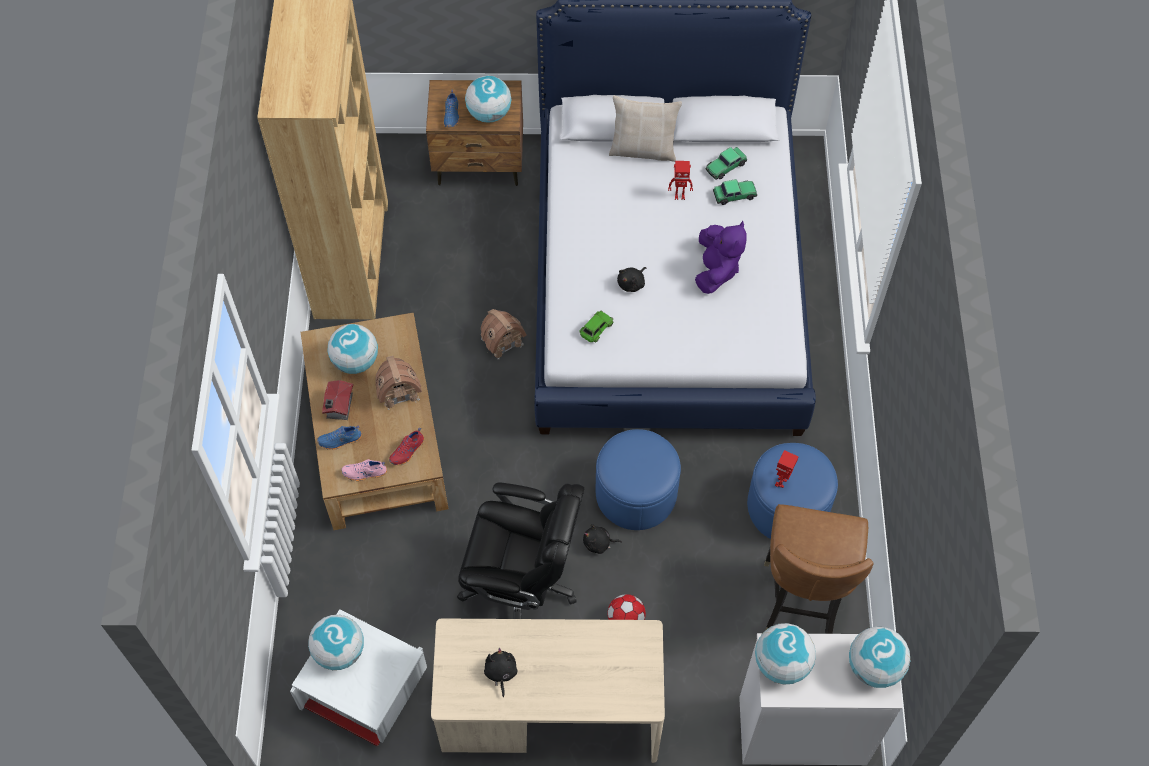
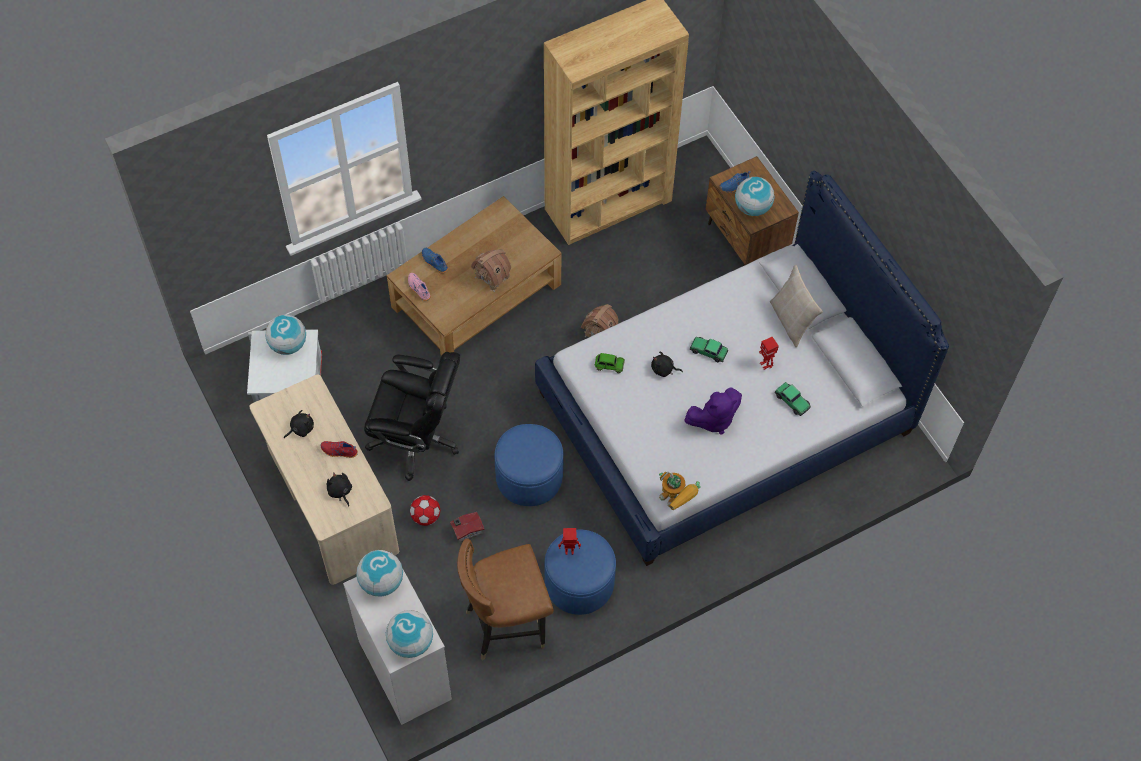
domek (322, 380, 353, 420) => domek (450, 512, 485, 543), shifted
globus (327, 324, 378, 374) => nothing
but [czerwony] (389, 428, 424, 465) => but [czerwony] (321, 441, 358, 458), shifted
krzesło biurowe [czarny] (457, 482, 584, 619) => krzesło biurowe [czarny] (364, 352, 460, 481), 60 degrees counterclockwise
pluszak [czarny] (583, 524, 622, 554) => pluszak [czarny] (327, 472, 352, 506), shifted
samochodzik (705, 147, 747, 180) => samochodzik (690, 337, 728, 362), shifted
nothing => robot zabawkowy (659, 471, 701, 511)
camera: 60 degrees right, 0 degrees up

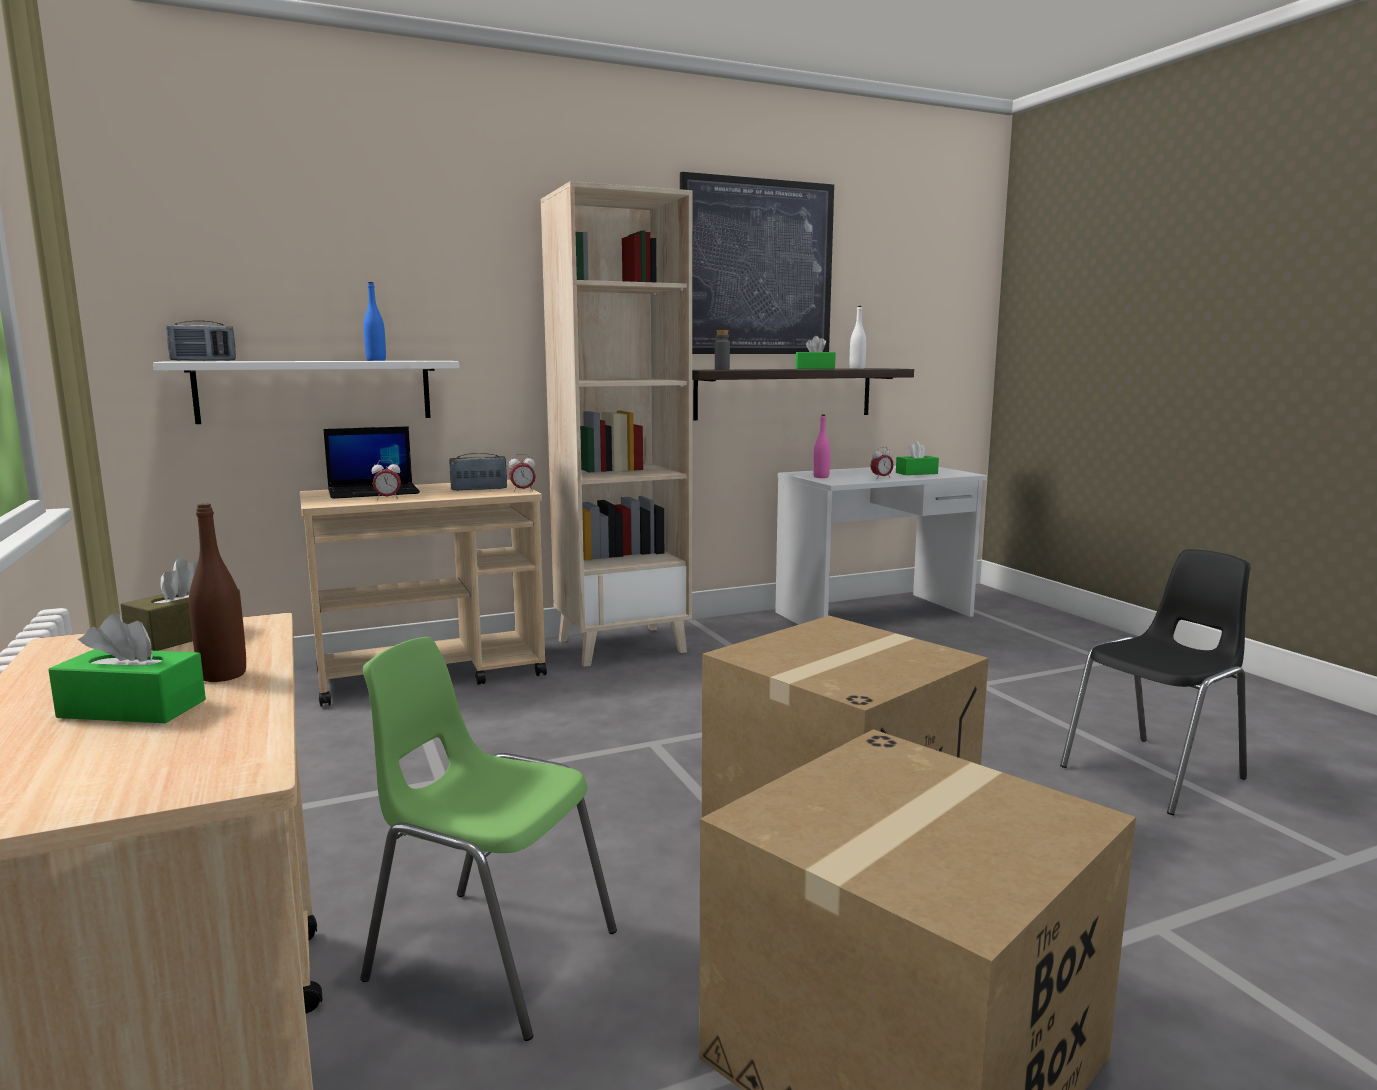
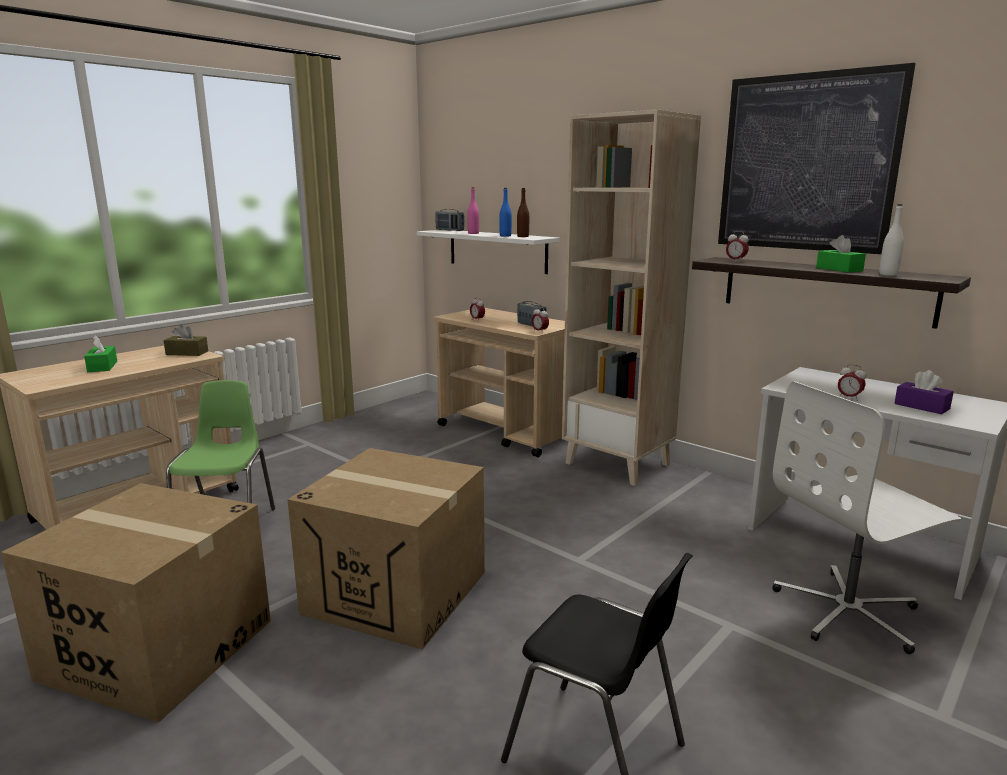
butelka [brązowy] (189, 503, 246, 682) => butelka [brązowy] (517, 188, 529, 237), shifted
laptop (324, 426, 420, 499) => nothing
butelka [szary] (715, 330, 730, 370) => budzik (726, 231, 749, 262)
butelka [różowy] (813, 415, 830, 478) => butelka [różowy] (467, 187, 479, 234), shifted
pudełko chusteczek [zielony] (896, 442, 939, 475) => pudełko chusteczek [fioletowy] (894, 370, 954, 414)
nothing => krzesło biurowe [biały] (772, 381, 961, 654)
camera: 65 degrees right, 5 degrees up

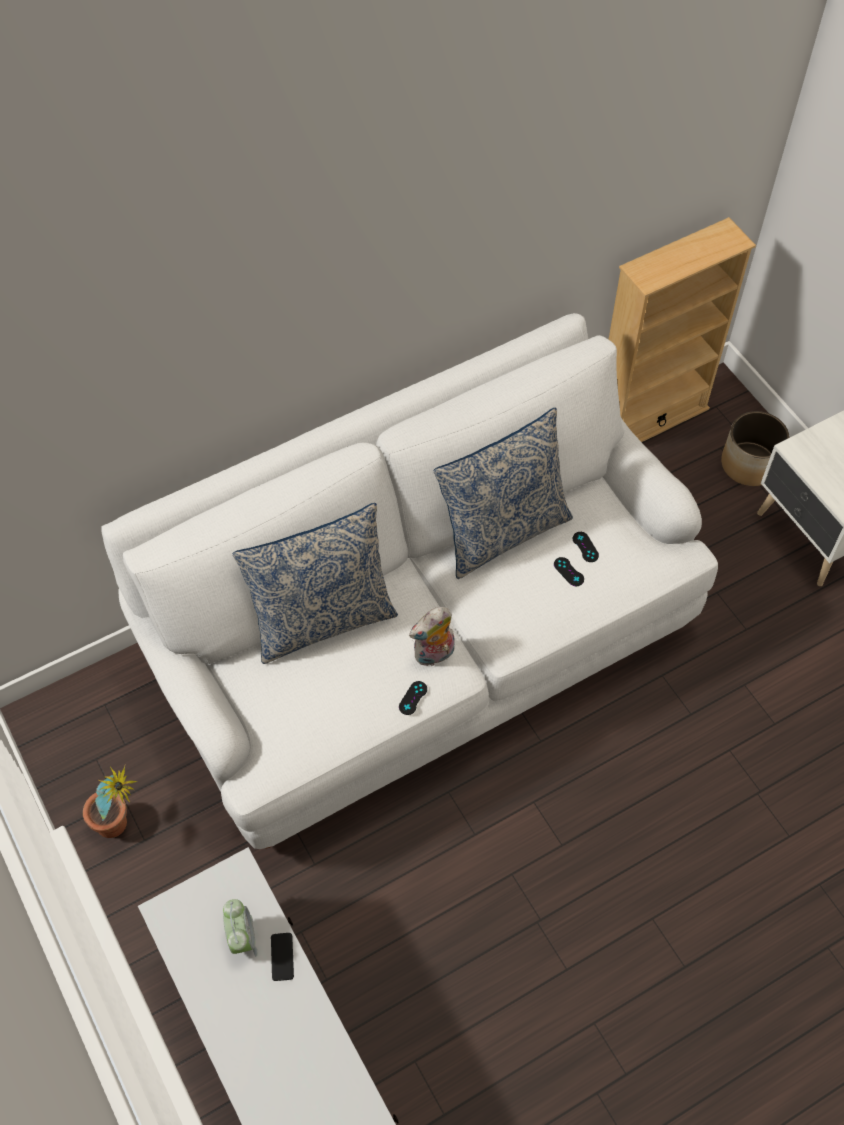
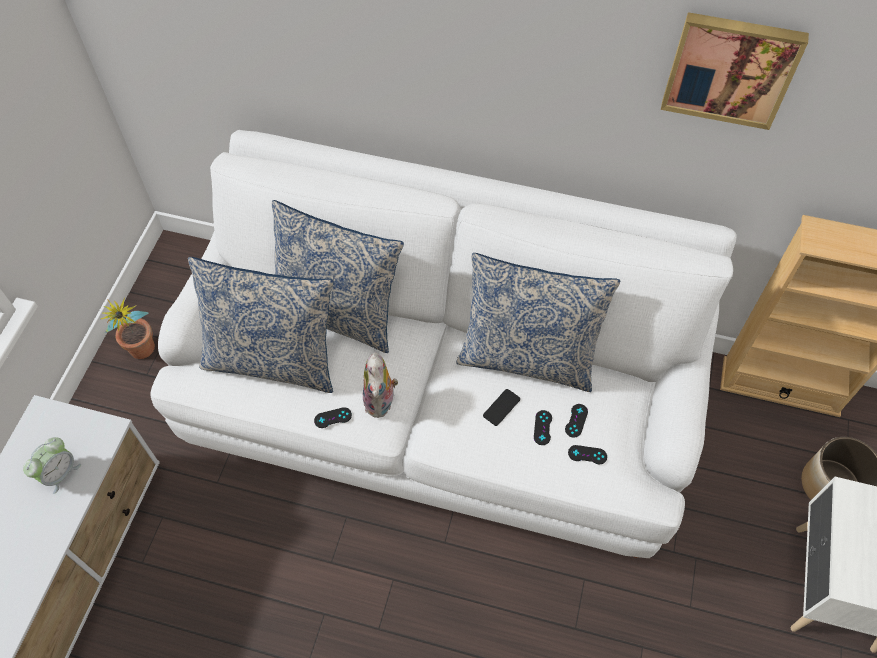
telefon (271, 933, 294, 981) => telefon (483, 389, 520, 426), shifted
pluszak (409, 607, 455, 666) => pluszak (363, 352, 398, 418), 105 degrees counterclockwise
nothing => poduszka (188, 257, 334, 393)
nothing => pad do gier [czarny] (568, 445, 607, 464)
nothing => obraz (661, 12, 809, 130)
camera: 45 degrees right, 0 degrees up

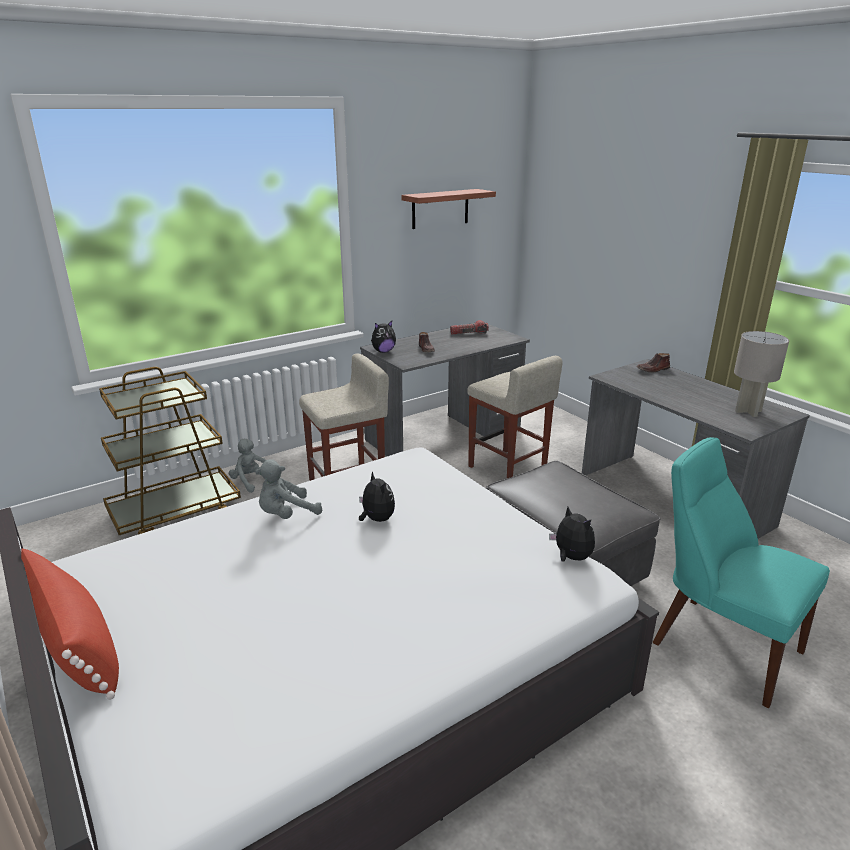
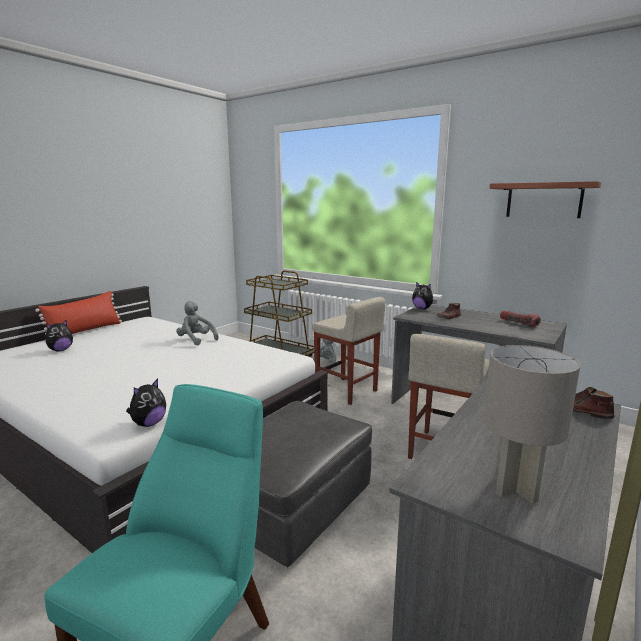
pluszak (359, 471, 395, 522) => pluszak (45, 320, 73, 351), shifted
camera: 70 degrees right, 10 degrees down

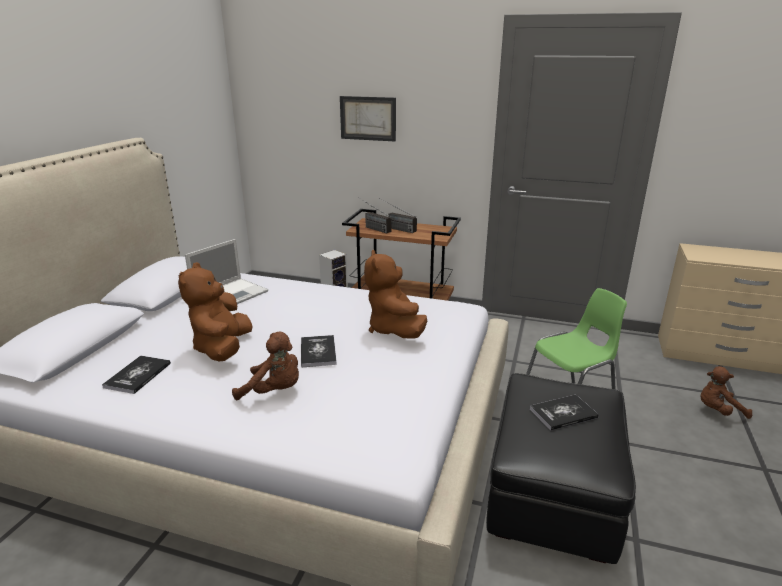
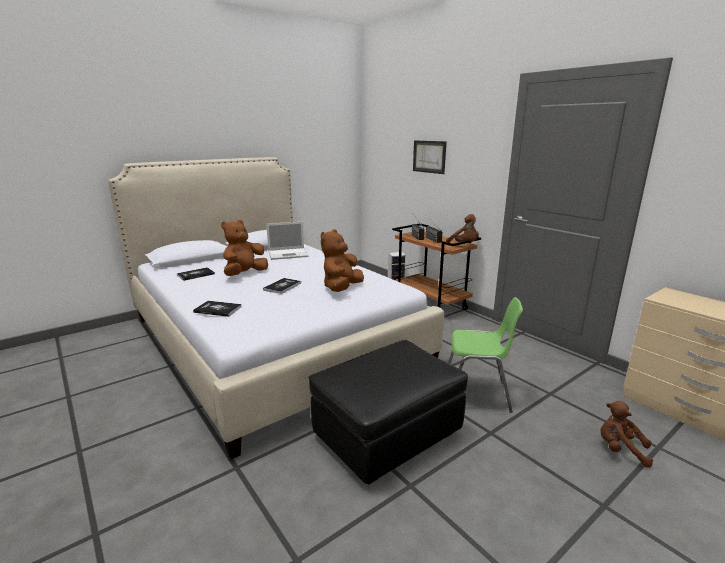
pluszak [brązowy] (232, 332, 299, 400) => pluszak [brązowy] (446, 214, 479, 243), shifted
książka (530, 394, 599, 430) => książka (193, 301, 242, 317), shifted
camera: 35 degrees right, 5 degrees down

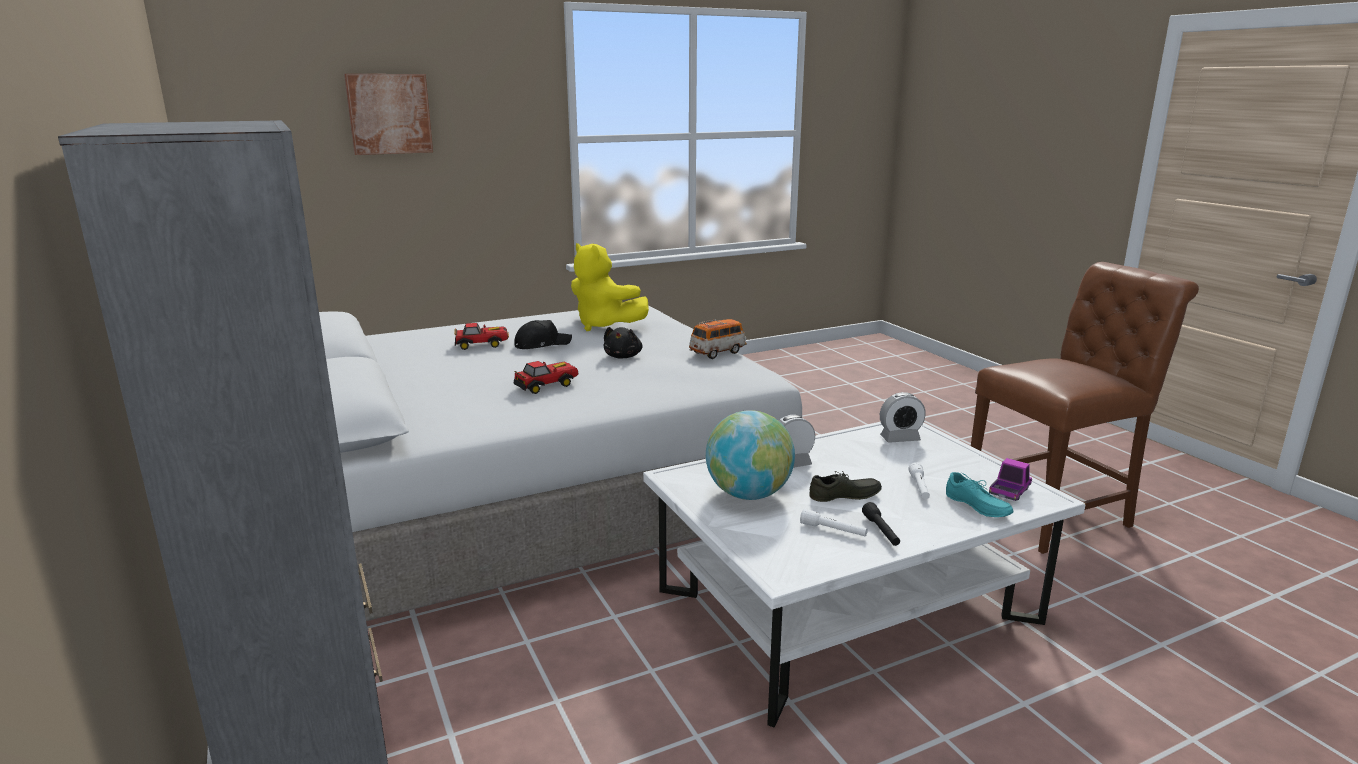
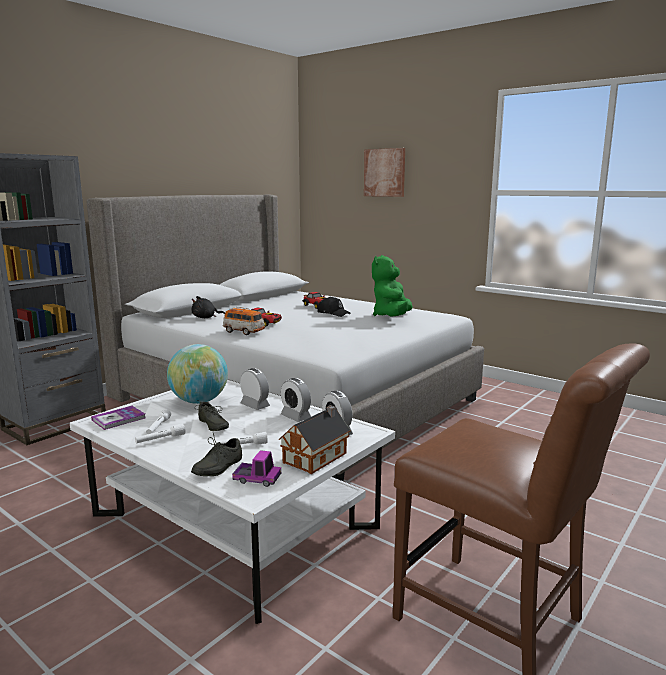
pluszak [żółty] (571, 243, 649, 331) => pluszak [zielony] (372, 255, 413, 317)
pluszak [czarny] (604, 327, 642, 358) => pluszak [czarny] (191, 296, 225, 318), shifted
samochodzik (689, 319, 746, 359) => samochodzik (223, 307, 265, 335), shifted
latarka [czarny] (862, 502, 900, 546) => latarka [biały] (135, 423, 185, 444)
but [turkusowy] (946, 472, 1014, 517) => but [szary] (191, 433, 242, 476)
nothing => książka (91, 406, 145, 430)
nothing => domek (279, 405, 351, 474)
nothing => budzik (281, 378, 311, 422)
camera: 65 degrees right, 5 degrees down

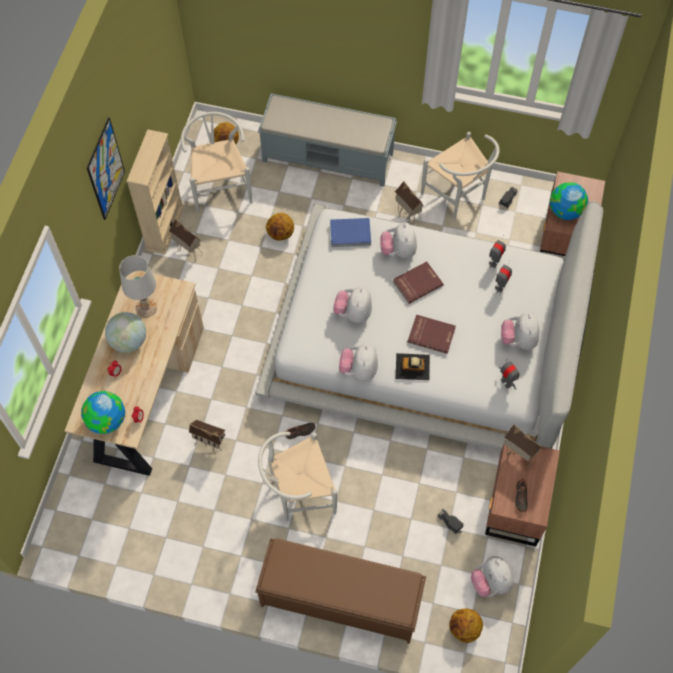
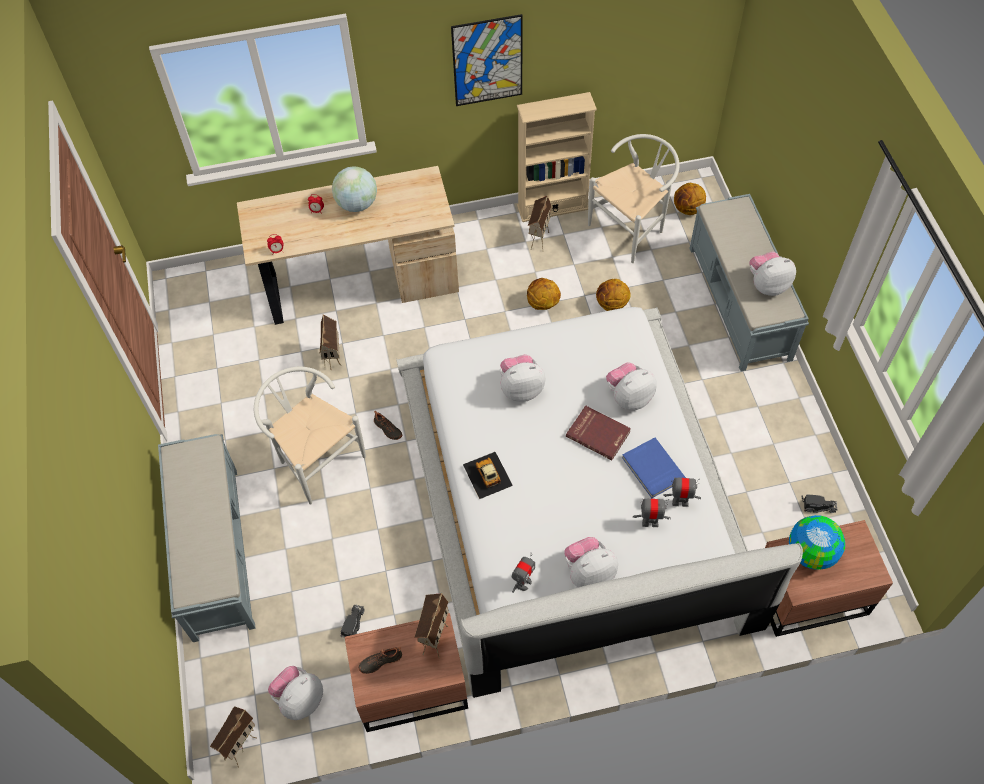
globus (81, 391, 125, 434) => nothing
lampa stołowa [biały] (119, 255, 157, 317) => nothing
ławka [brązowy] (255, 538, 426, 644) => ławka [szary] (158, 434, 256, 642)
książka [niebieski] (330, 218, 371, 247) => książka [niebieski] (622, 437, 686, 498), shifted
pluszak (339, 343, 378, 381) => pluszak (749, 252, 796, 296), shifted
domek (395, 181, 424, 225) => domek (210, 706, 257, 768), shifted
książka [czerwony] (408, 315, 456, 354) => nothing
krzesło [biały] (421, 132, 499, 219) => nothing
piłka do koszykówki (449, 609, 483, 643) => piłka do koszykówki (527, 278, 561, 310), shifted
camera: 65 degrees right, 5 degrees down

